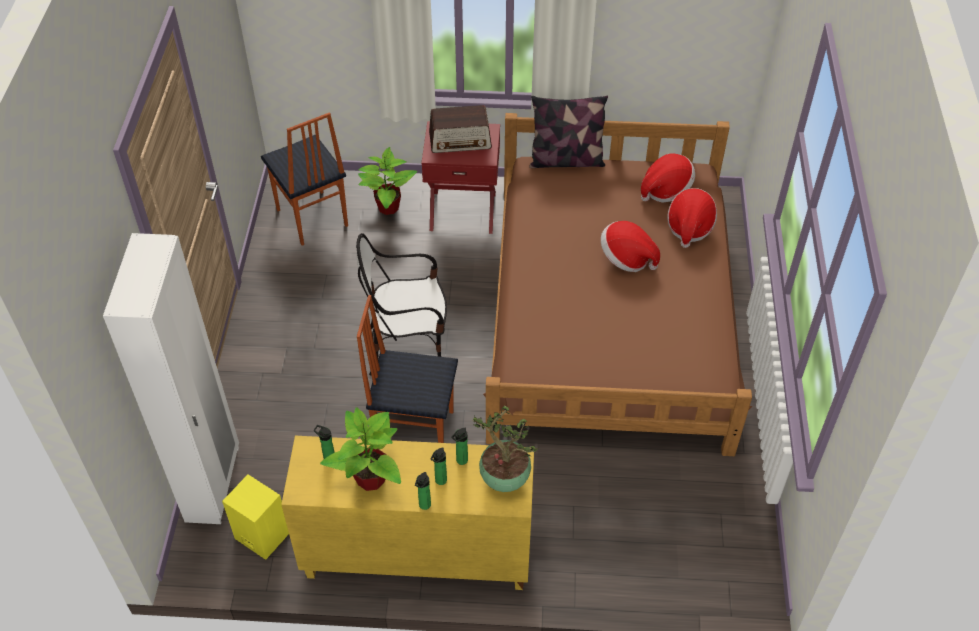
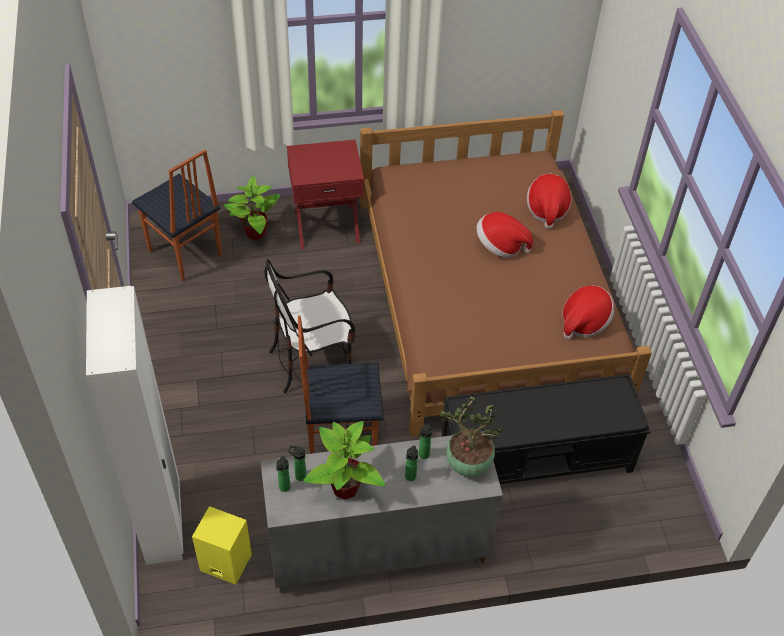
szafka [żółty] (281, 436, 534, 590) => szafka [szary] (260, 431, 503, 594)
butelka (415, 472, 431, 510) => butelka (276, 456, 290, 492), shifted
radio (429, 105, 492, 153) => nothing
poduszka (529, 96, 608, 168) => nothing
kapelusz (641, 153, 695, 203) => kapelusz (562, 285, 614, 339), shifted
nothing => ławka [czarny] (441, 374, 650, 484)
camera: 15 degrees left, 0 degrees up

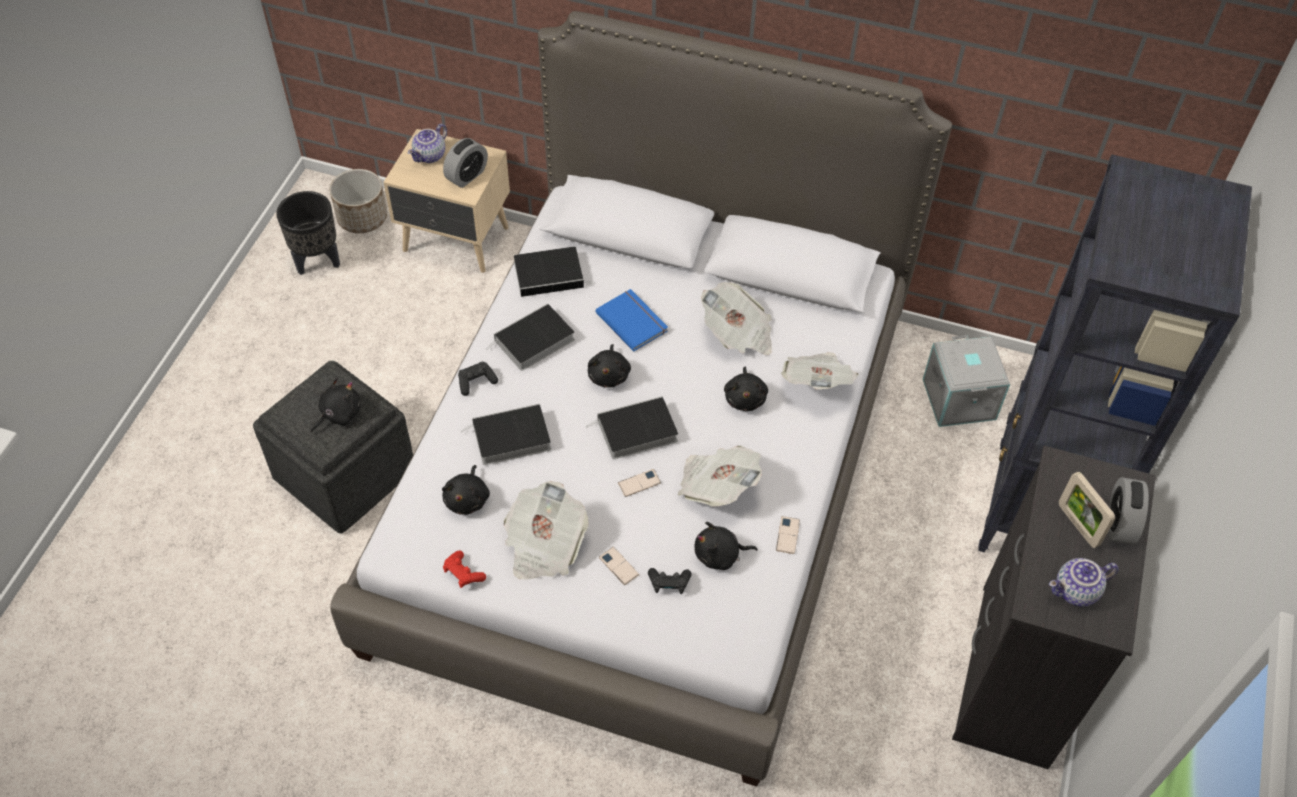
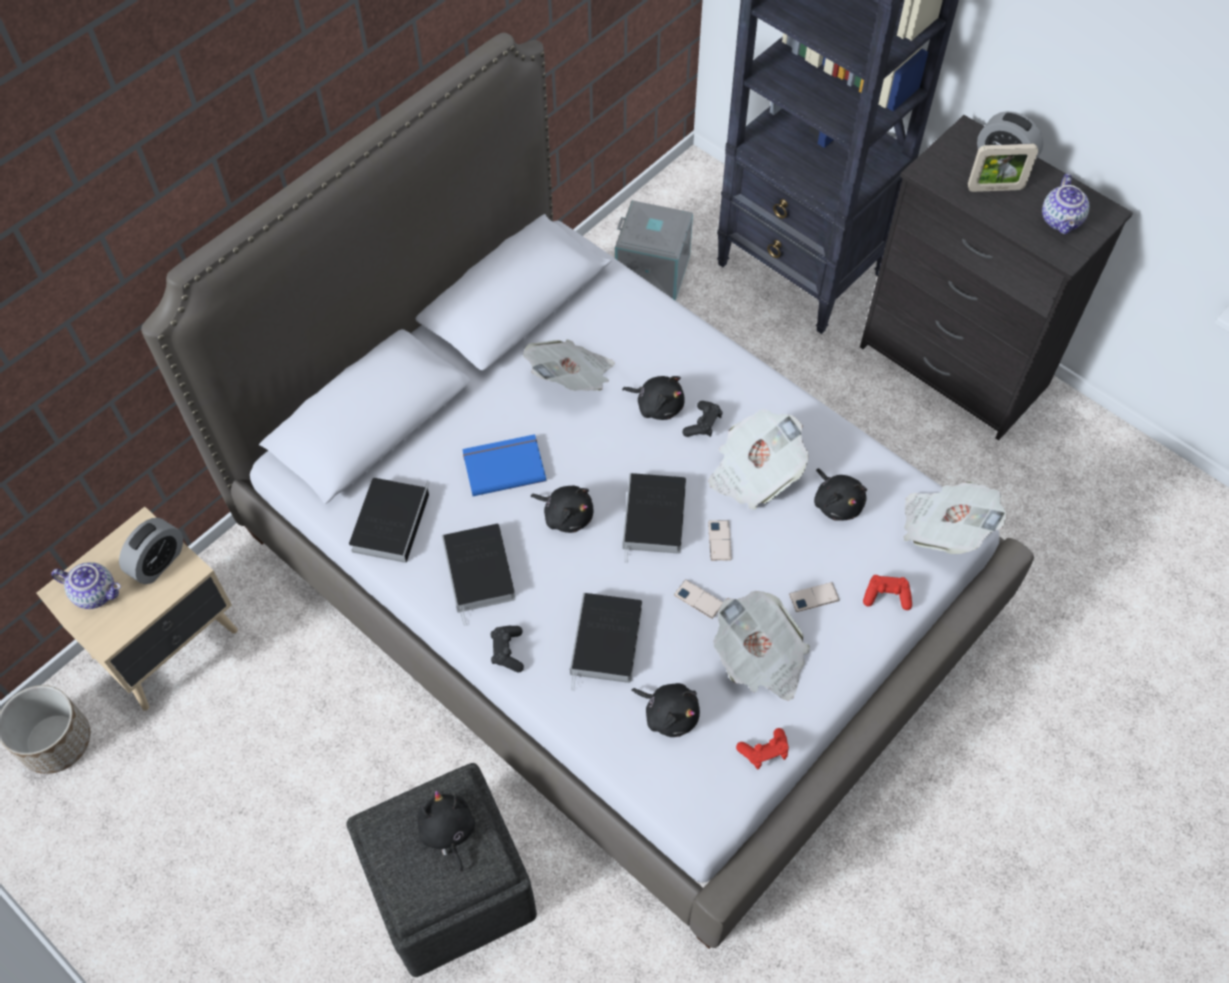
donica [czarny] (276, 191, 340, 275) => nothing
imbryk (408, 124, 447, 163) => imbryk (51, 562, 121, 609), 45 degrees counterclockwise
budzik (443, 138, 488, 188) => budzik (119, 518, 183, 584), 60 degrees clockwise
pad do gier [czarny] (648, 568, 692, 594) => pad do gier [czarny] (682, 401, 722, 437), shifted
pluszak [czarny] (695, 522, 758, 570) => pluszak [czarny] (814, 468, 867, 521), 45 degrees counterclockwise
telefon (776, 516, 800, 554) => telefon (674, 579, 723, 619), shifted
gazeta (781, 352, 859, 390) => gazeta (903, 481, 1007, 554), shifted
nothing => pad do gier [czerwony] (863, 575, 912, 610)
camera: 65 degrees left, 5 degrees up

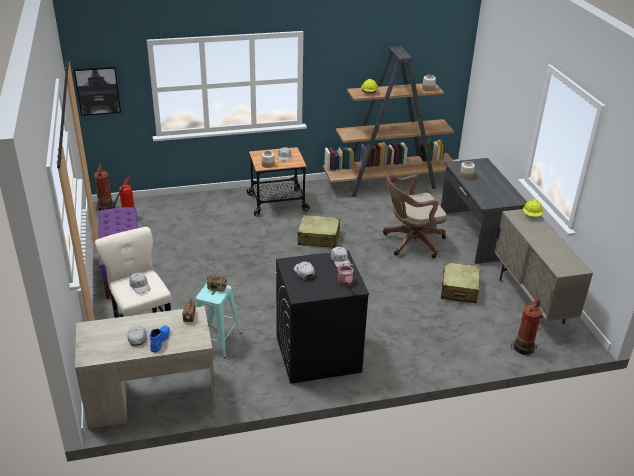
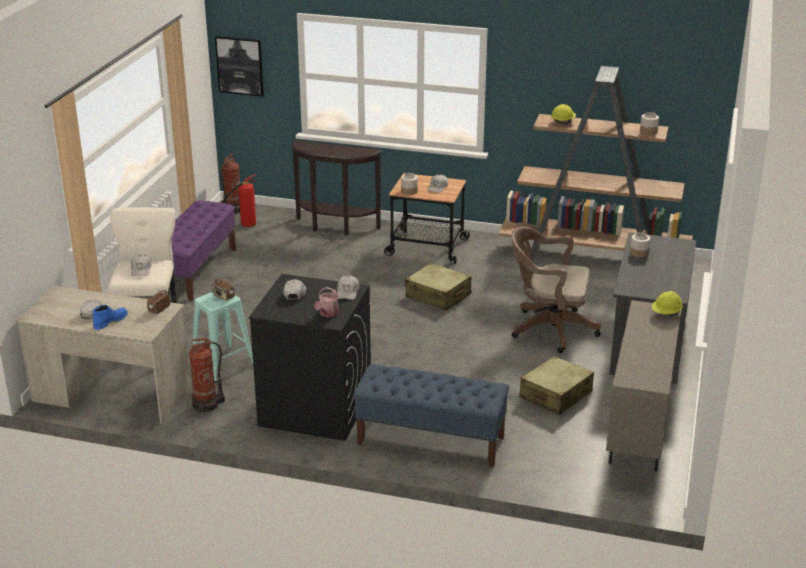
gaśnica (511, 299, 542, 357) => gaśnica (189, 338, 225, 414), shifted
nothing => stolik konsolowy [brązowy] (292, 140, 382, 236)
nothing => ławka [niebieski] (353, 364, 509, 467)
camera: 30 degrees right, 5 degrees down

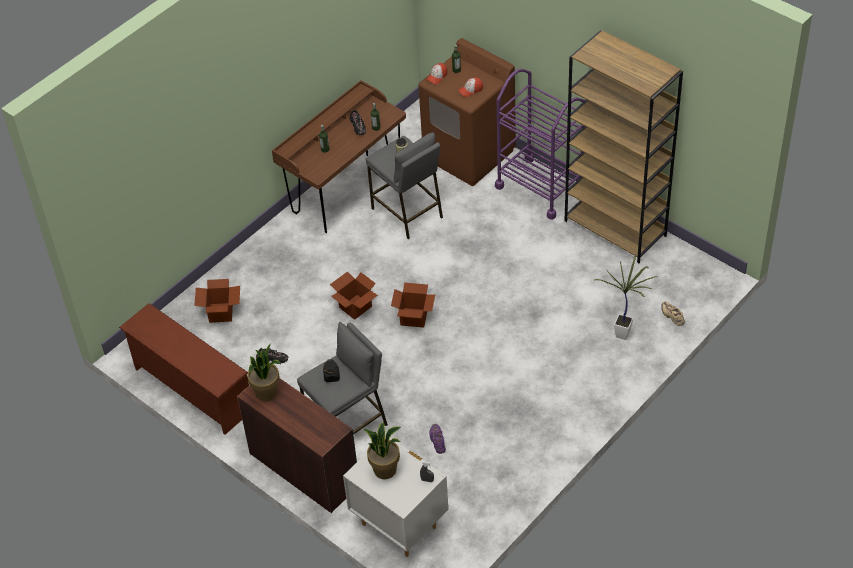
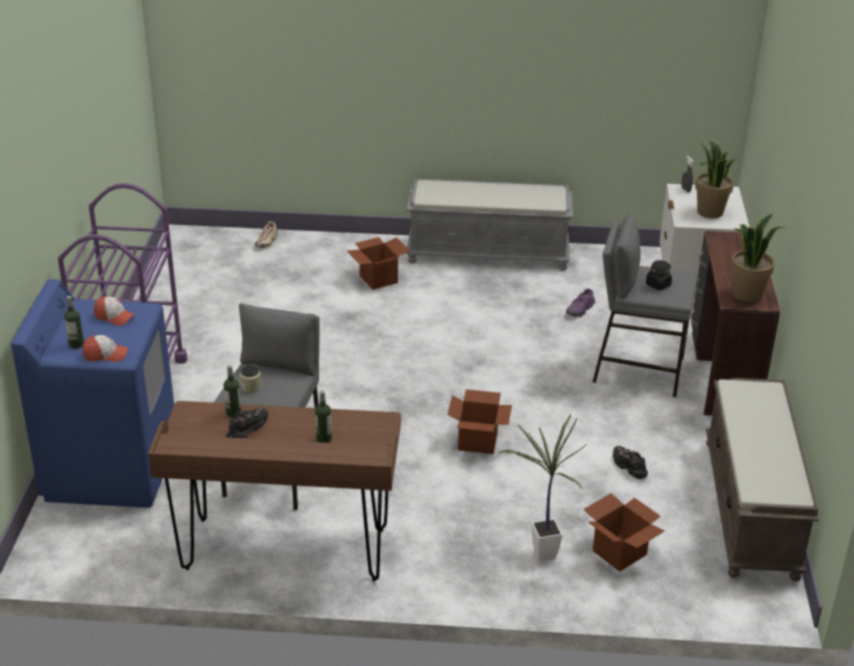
regał na buty [brązowy] (119, 303, 249, 435) => ławka [brązowy] (706, 378, 819, 581)
karton (391, 283, 435, 328) => karton (347, 237, 410, 290), shifted
pralka [brązowy] (419, 38, 516, 186) => pralka [niebieski] (11, 279, 174, 508)
regał [brązowy] (564, 30, 683, 263) => nothing
roślina doniczkowa (594, 254, 658, 340) => roślina doniczkowa (498, 414, 587, 561), shifted
nothing => ławka [szary] (406, 179, 573, 271)
camera: 130 degrees left, 15 degrees down

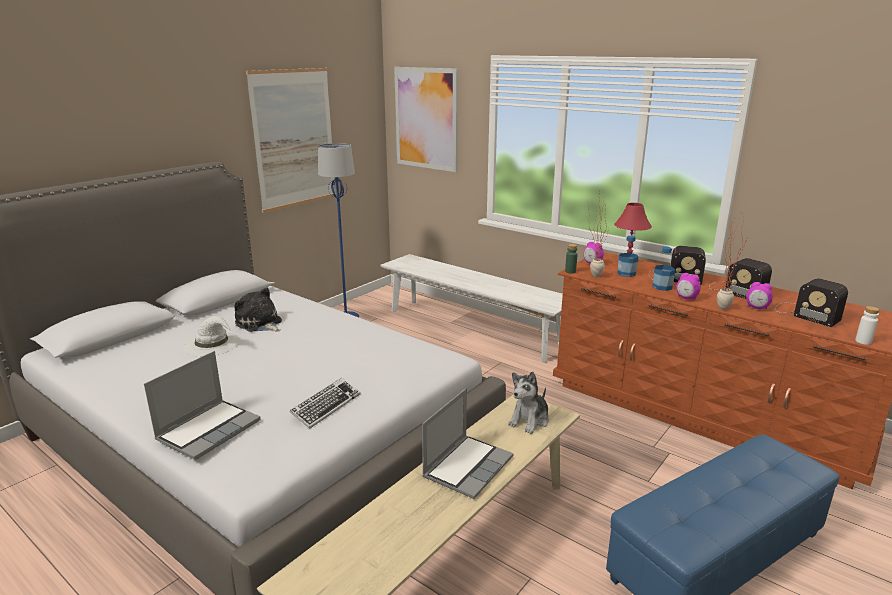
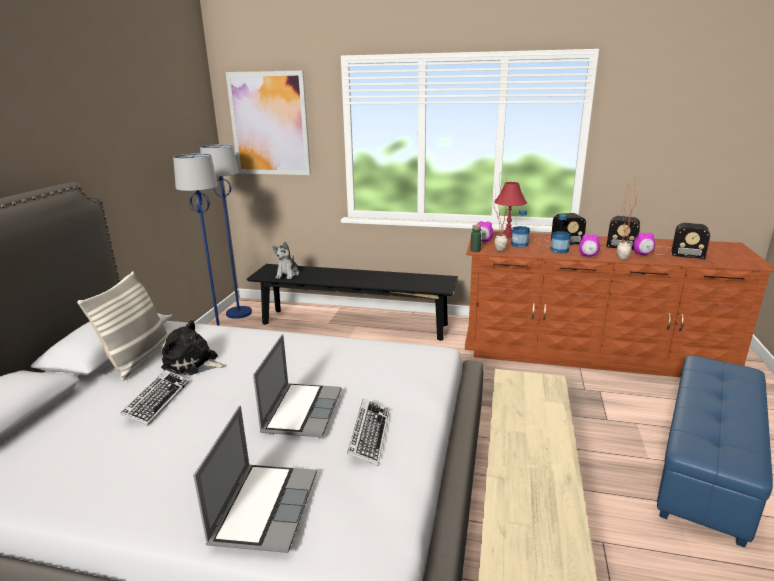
kapelusz [biały] (183, 316, 240, 357) => klawiatura (121, 370, 189, 426)
obraz (246, 68, 336, 213) => nothing
ławka [biały] (380, 254, 563, 363) => ławka [czarny] (247, 264, 458, 341)
laptop (422, 388, 513, 499) => laptop (253, 334, 341, 437), shifted
pluszak (508, 372, 549, 434) => pluszak (273, 242, 299, 279), shifted
butelka [biały] (855, 306, 880, 345) => nothing
nothing => poduszka (77, 271, 168, 381)
nothing => lampa stojąca [niebieski] (200, 144, 252, 319)
camera: 25 degrees left, 0 degrees up

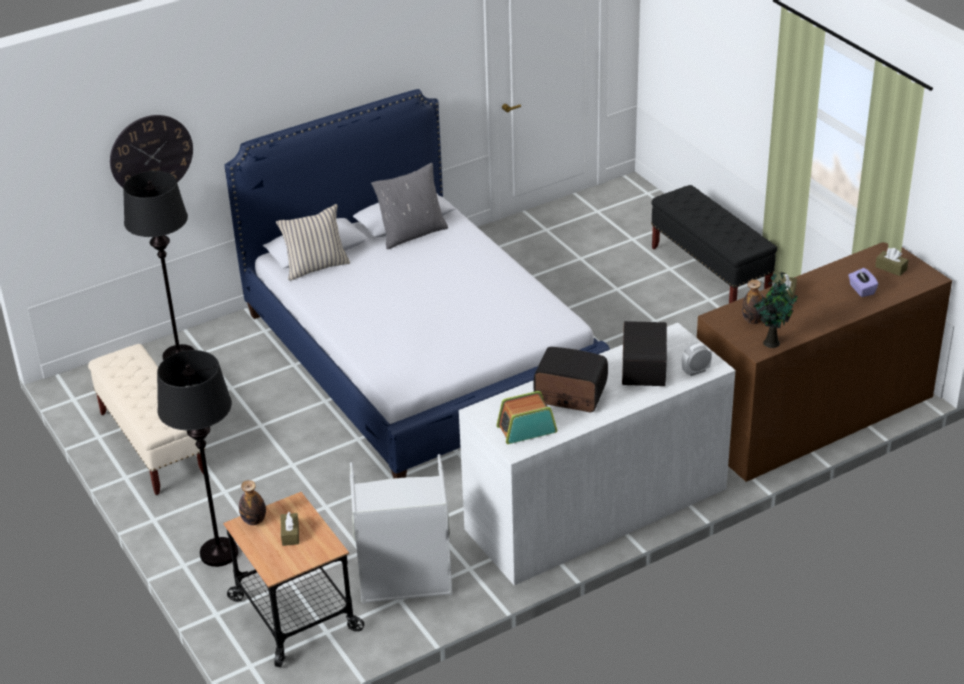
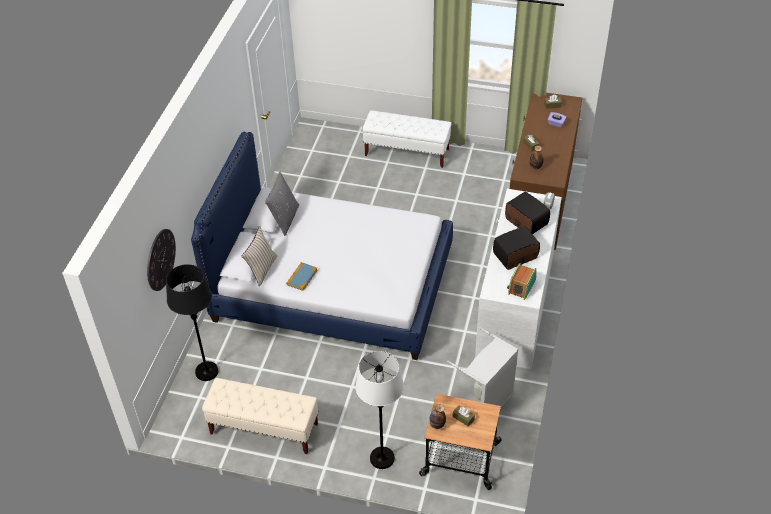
lampa stojąca [czarny] (157, 350, 239, 567) => lampa stojąca [biały] (355, 351, 404, 469)
ławka [czarny] (651, 185, 777, 303) => ławka [biały] (362, 110, 451, 168)
roślina doniczkowa (753, 272, 798, 348) => nothing
nothing => książka (286, 262, 318, 291)
camera: 45 degrees left, 10 degrees up

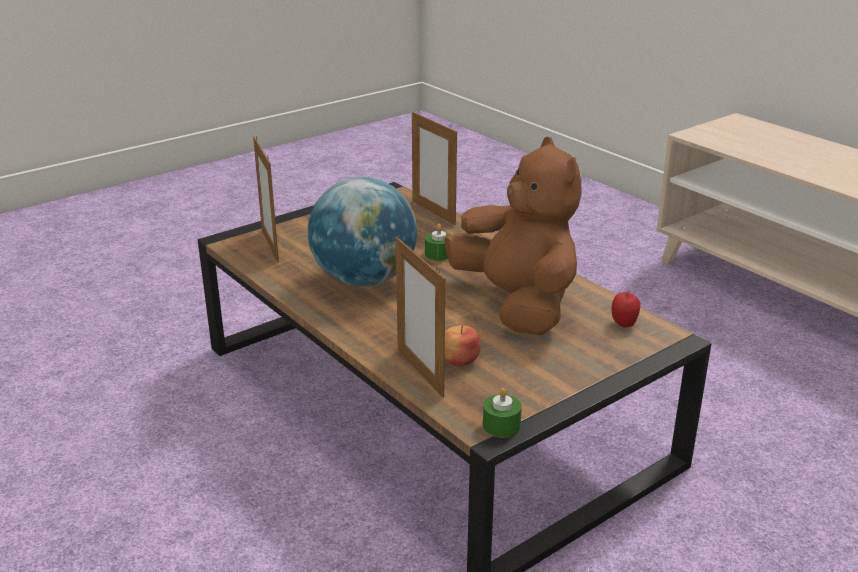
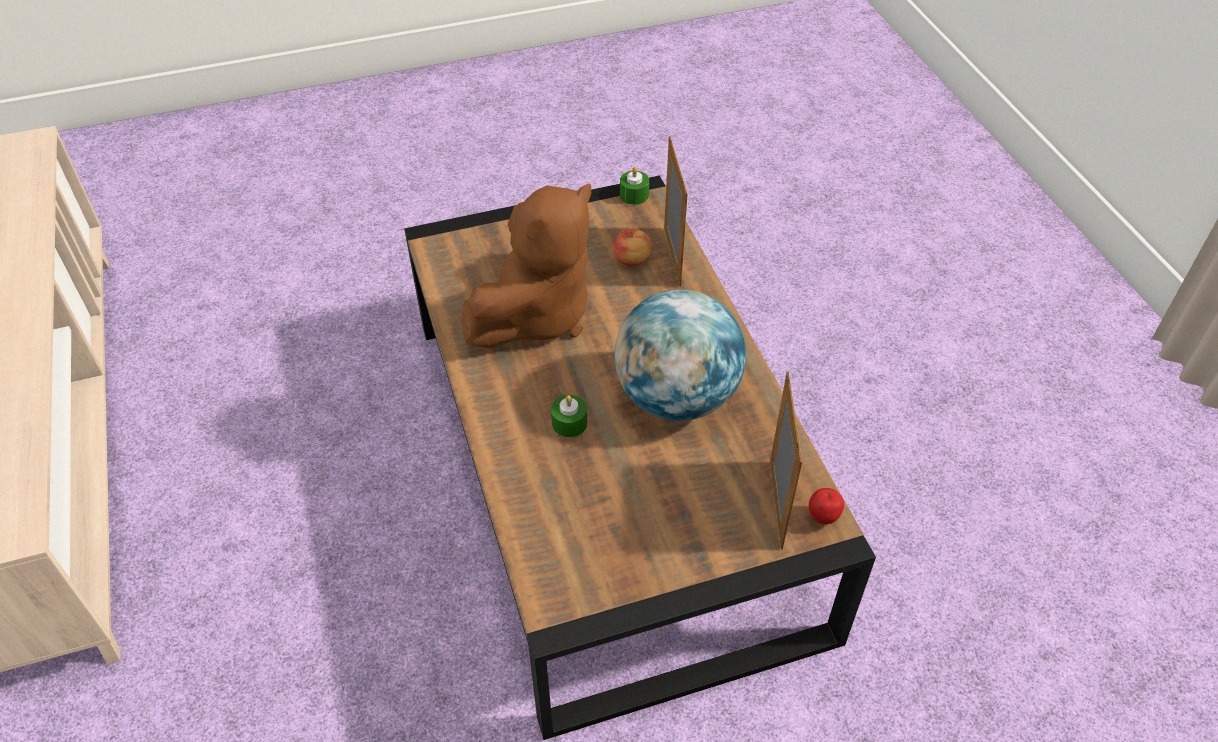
ramka na zdjęcie (412, 111, 457, 225) => nothing
pluszak [brązowy] (444, 137, 582, 335) => pluszak [brązowy] (461, 184, 591, 349), 135 degrees counterclockwise
jabłko (612, 291, 640, 327) => jabłko (809, 488, 844, 524), shifted
camera: 160 degrees left, 20 degrees up

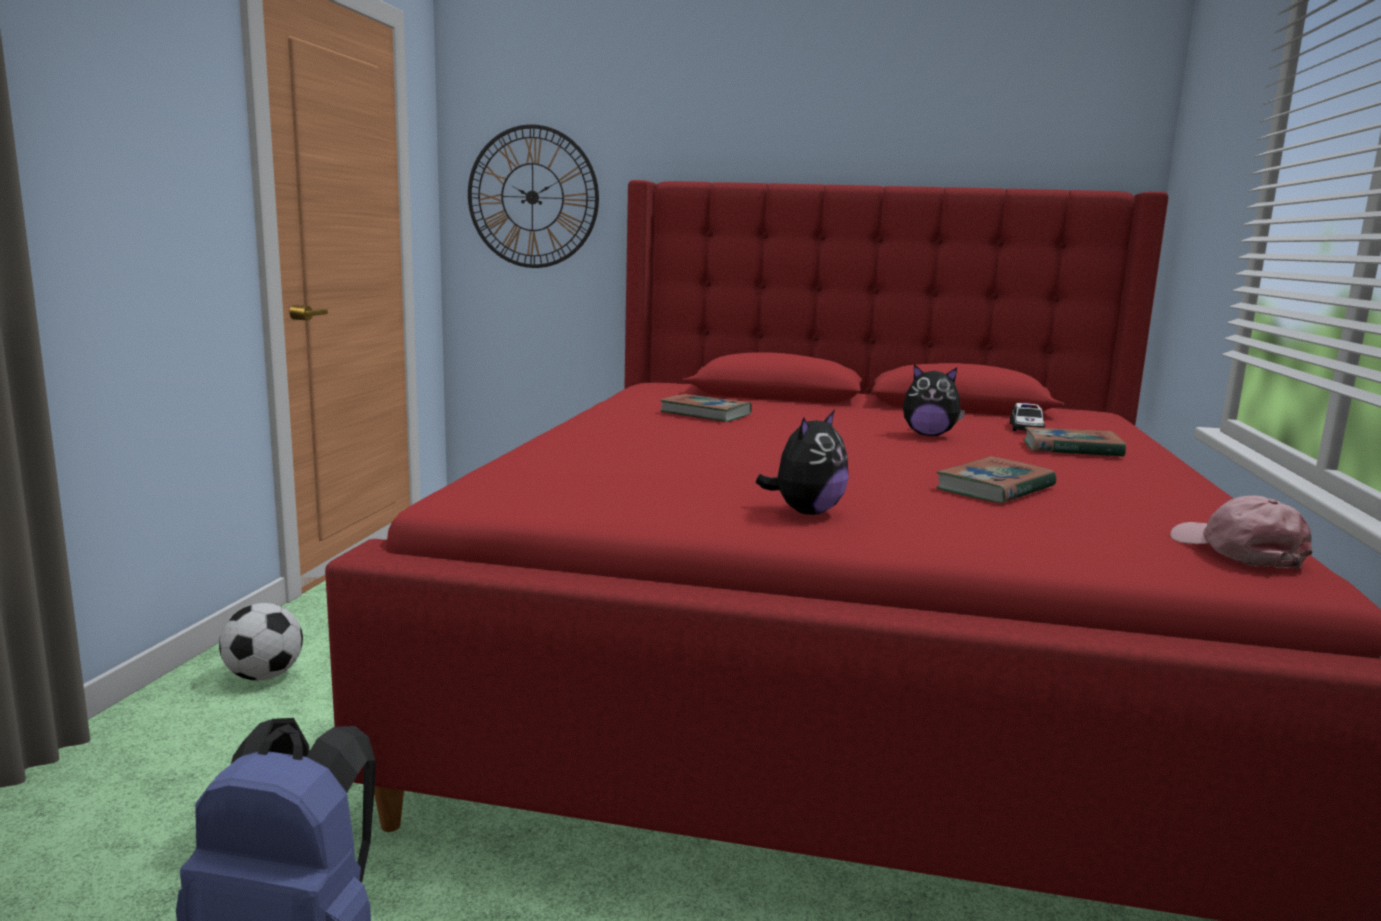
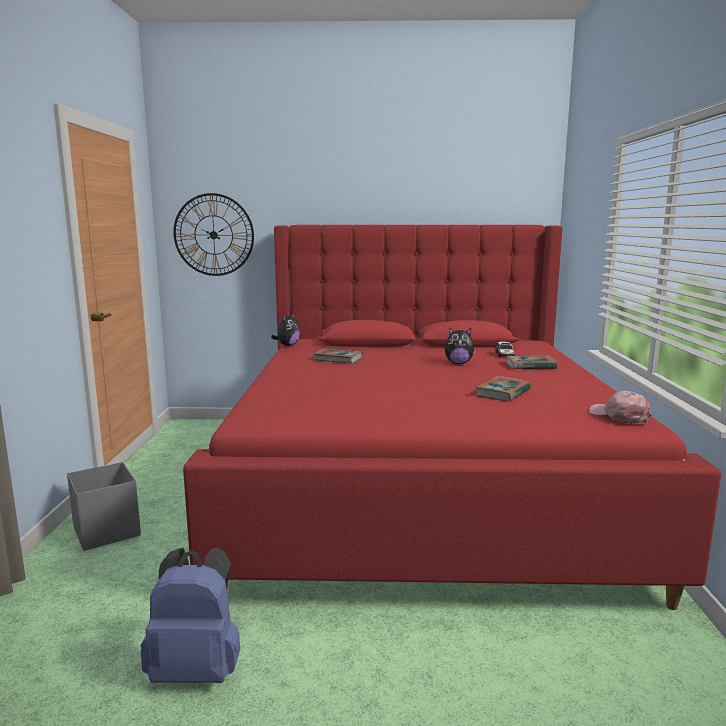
piłka futbolowa (219, 603, 303, 681) => pojemnik do przechowywania [szary] (67, 462, 141, 551)
pluszak (755, 410, 849, 515) => pluszak (271, 313, 300, 346), shifted
camera: 10 degrees left, 0 degrees up

